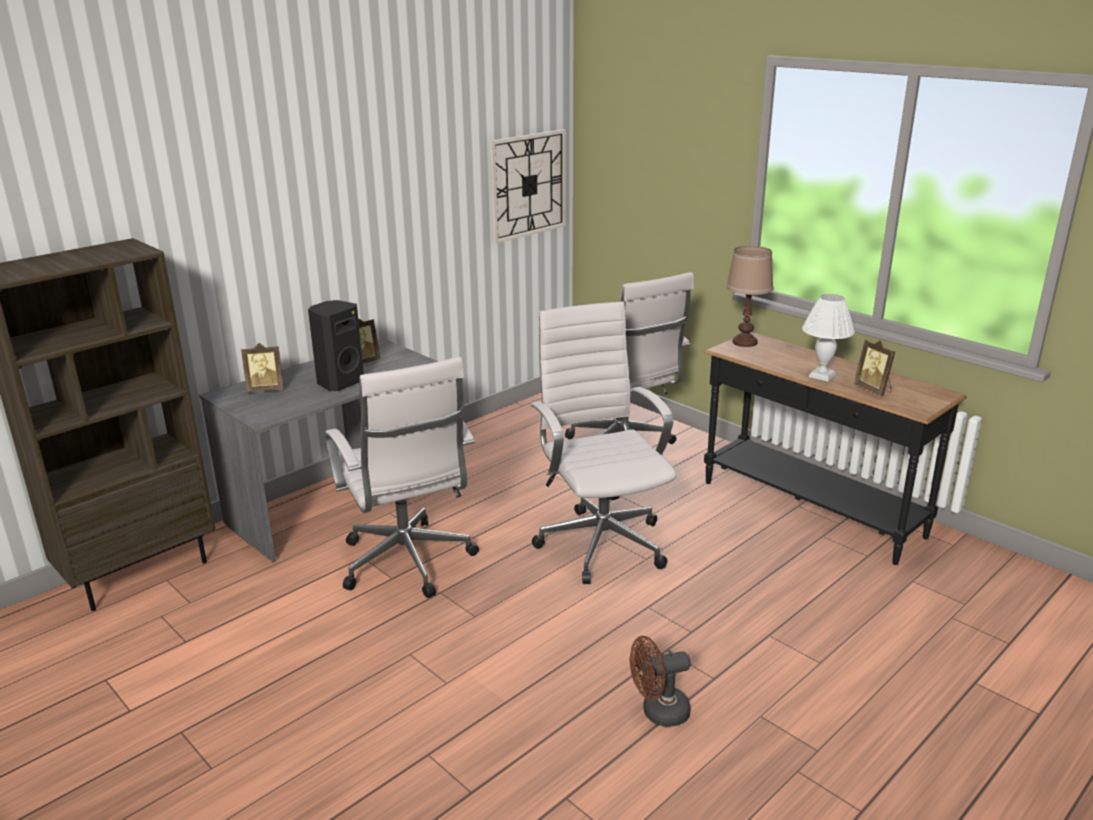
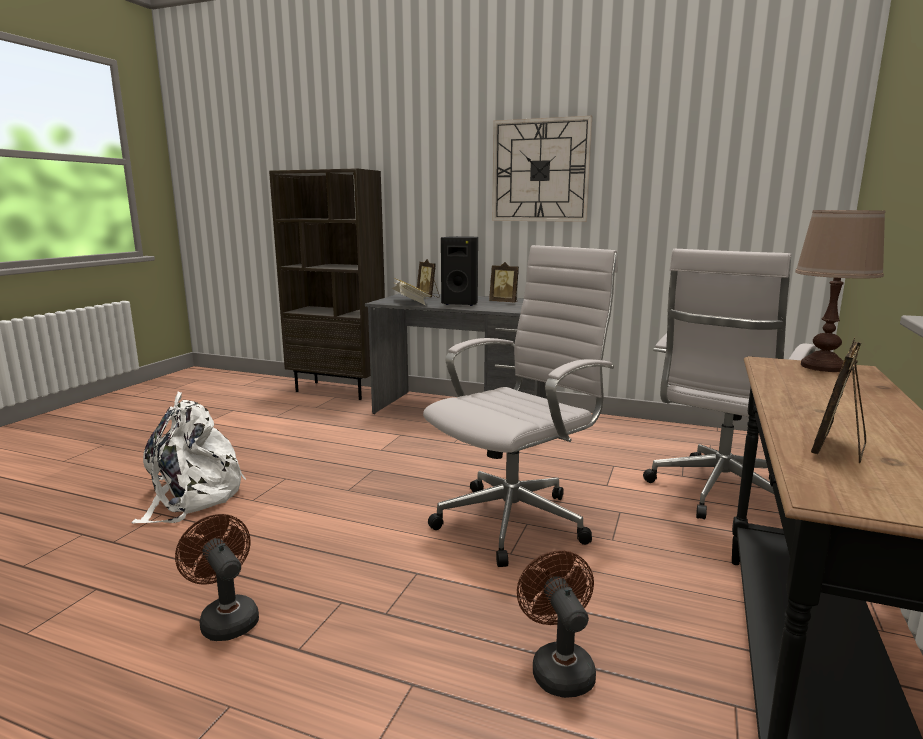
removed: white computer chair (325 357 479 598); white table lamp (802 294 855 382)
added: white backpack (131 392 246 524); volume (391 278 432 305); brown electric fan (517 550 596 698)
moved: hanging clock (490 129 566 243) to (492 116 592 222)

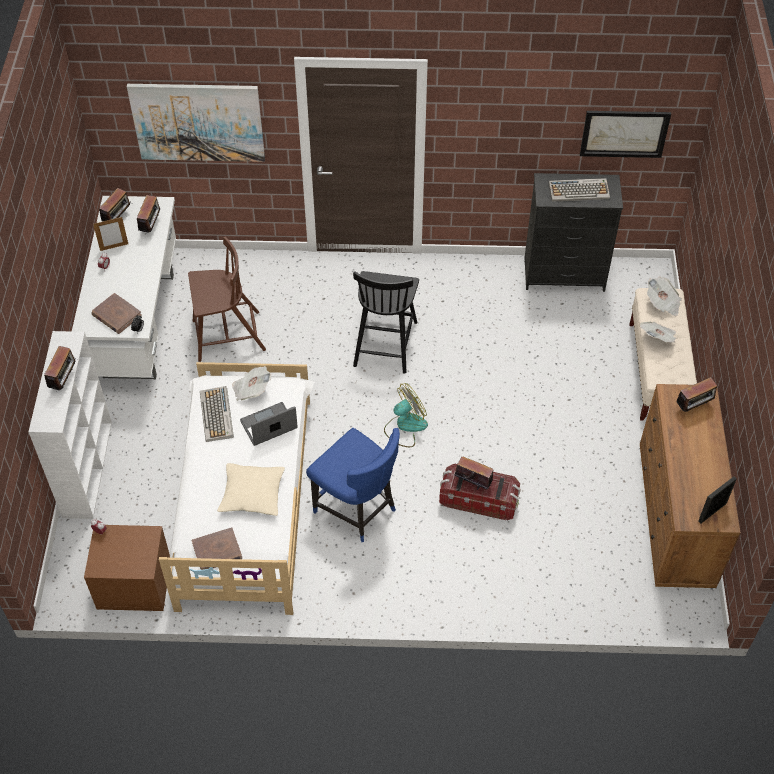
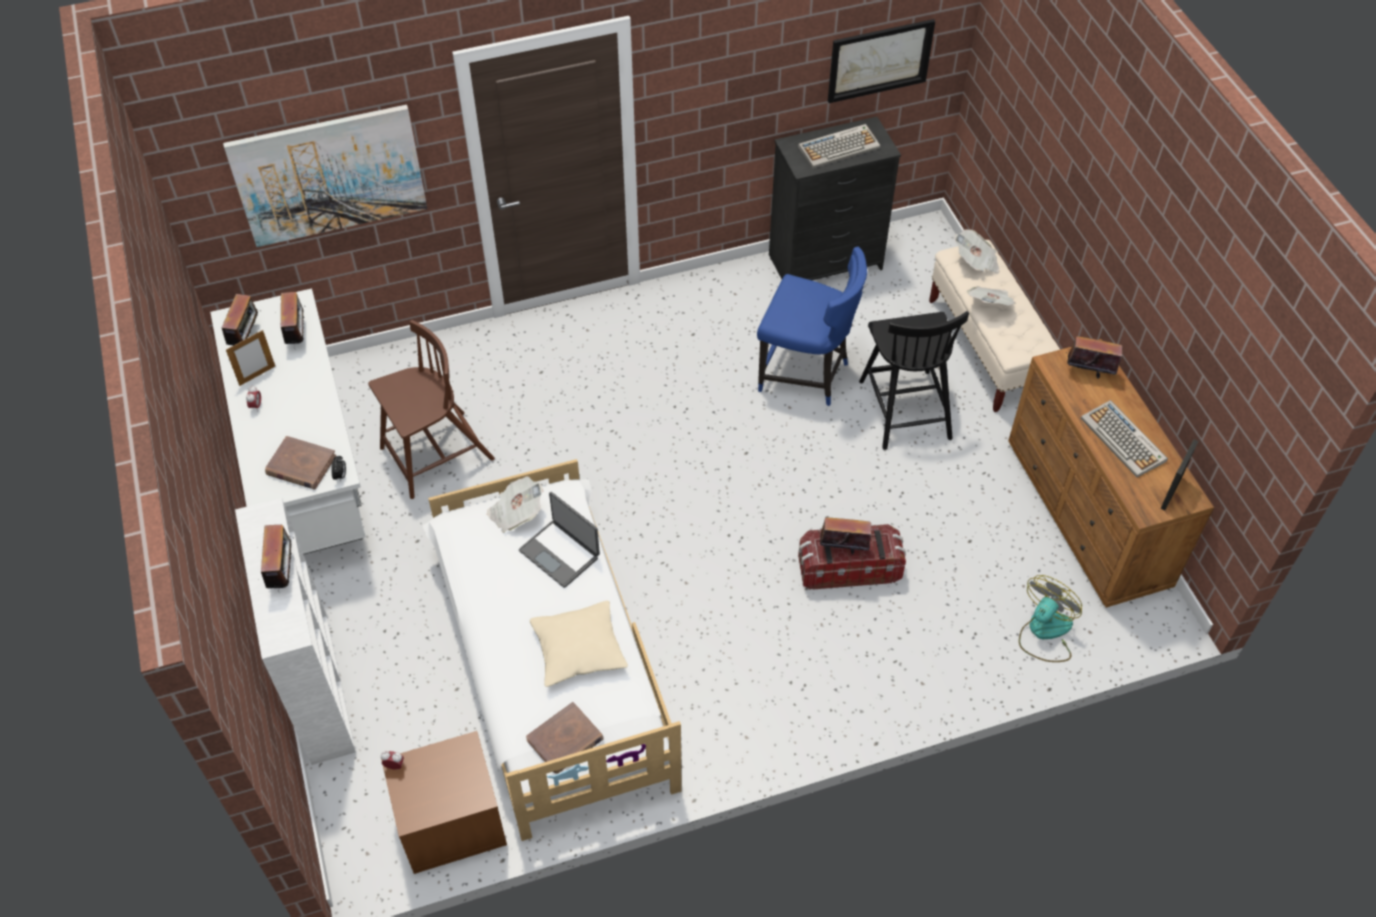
moved: keyboard (200 386 234 442) to (1081 400 1168 477); blue-coloured plain chair (306 428 400 542) to (757 247 867 406); black plain chair (353 271 419 374) to (859 311 969 450); electric fan (384 383 428 447) to (1019 575 1082 662)
turned: notebook computer (240 402 298 446) = (519 492 600 588) 90 degrees counterclockwise; radio set (676 377 717 412) = (1066 335 1122 379) 120 degrees counterclockwise

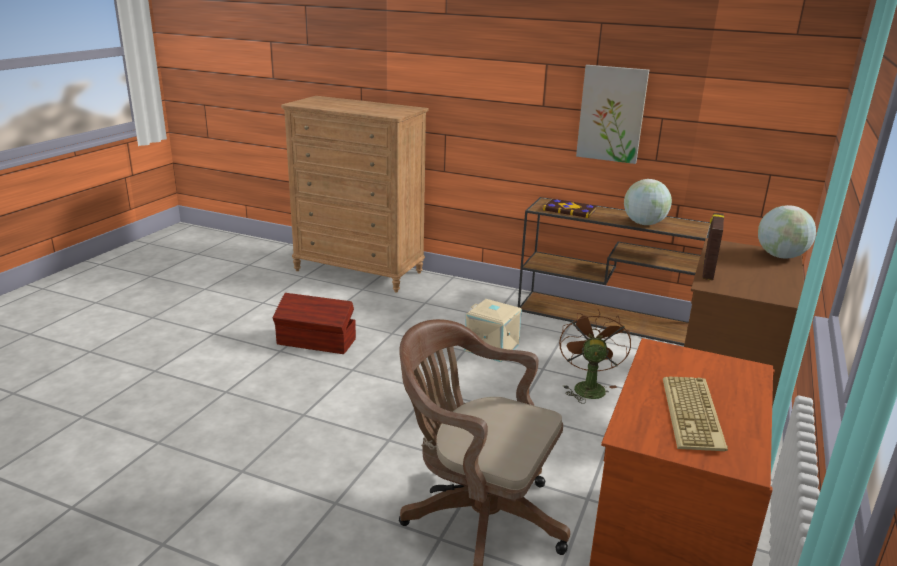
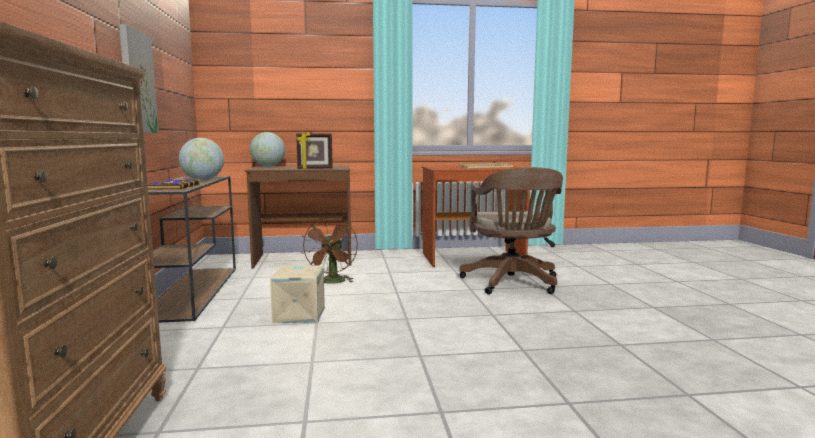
removed: brown storage bin (272 293 356 354)
turned: brown electric fan (559 309 631 404) = (301 217 358 284) 60 degrees counterclockwise

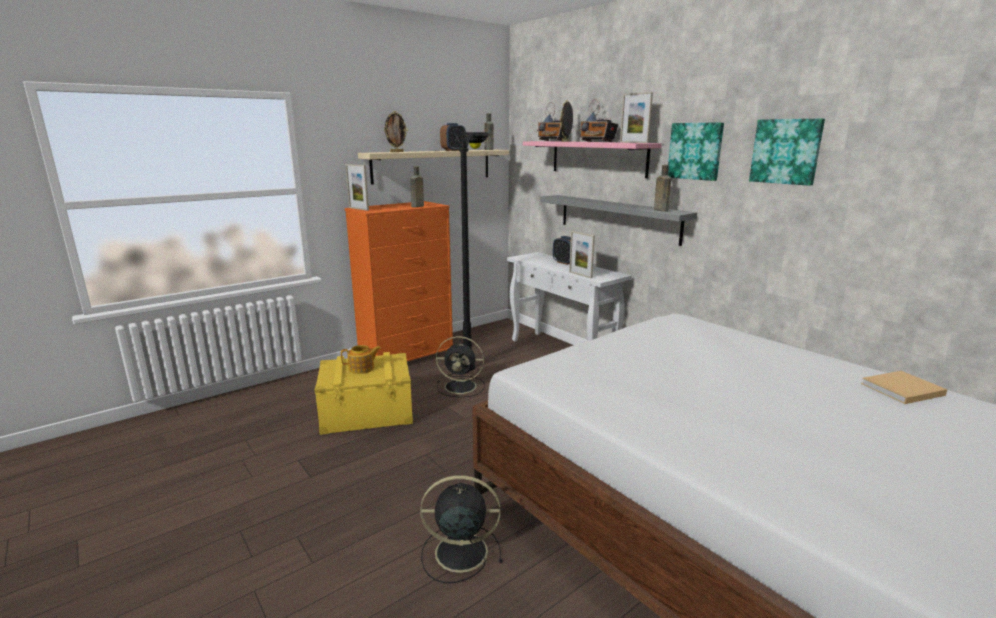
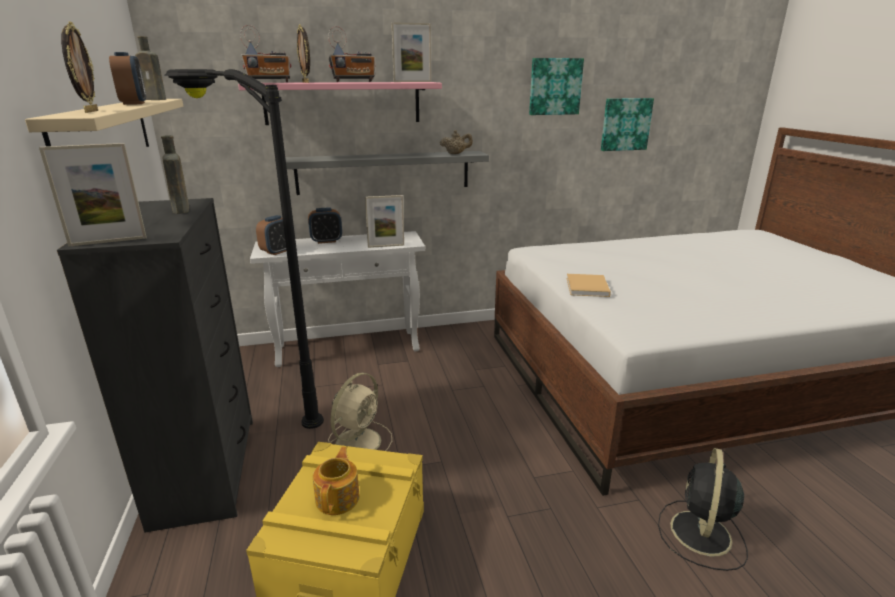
added: table clock (256 215 286 255)
moved: wall picture (668 122 724 181) to (601 98 654 151); beige-coloured volume (861 371 947 404) to (566 274 611 297)
replaced: brown beverage bottle (654 165 671 212) to beige-coloured tea pot (440 130 473 154)
recoloured: orangey dresser (345 201 453 361) to black dresser (57 198 253 533); black electric fan (436 336 485 397) to beige-coloured electric fan (328 373 392 451)

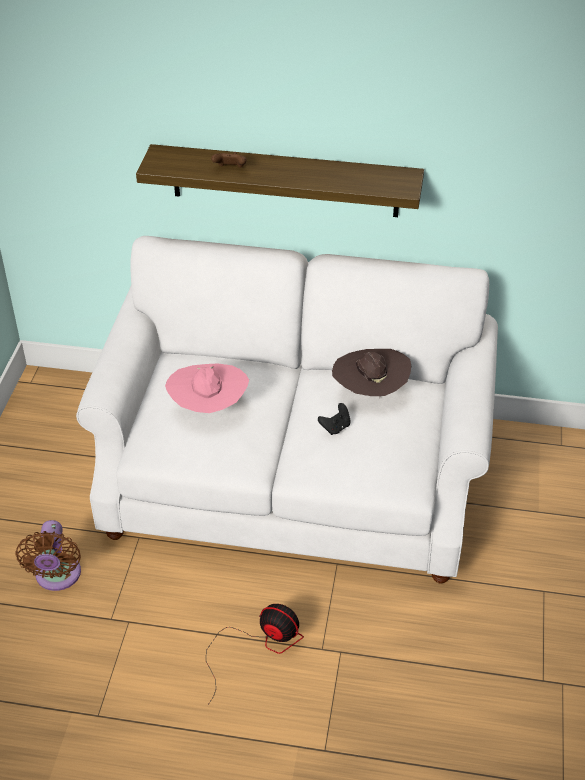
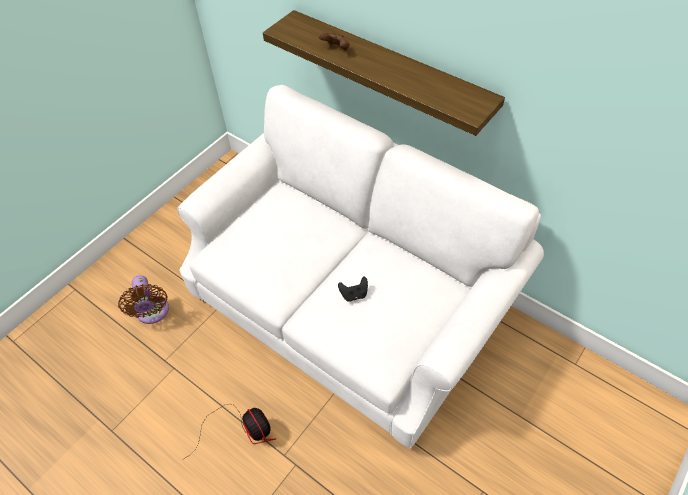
removed: pink wearable hat (165 363 249 413); brown wearable hat (332 349 411 399)
turned: brown electric fan (15 520 81 591) = (118 275 169 324) 45 degrees counterclockwise

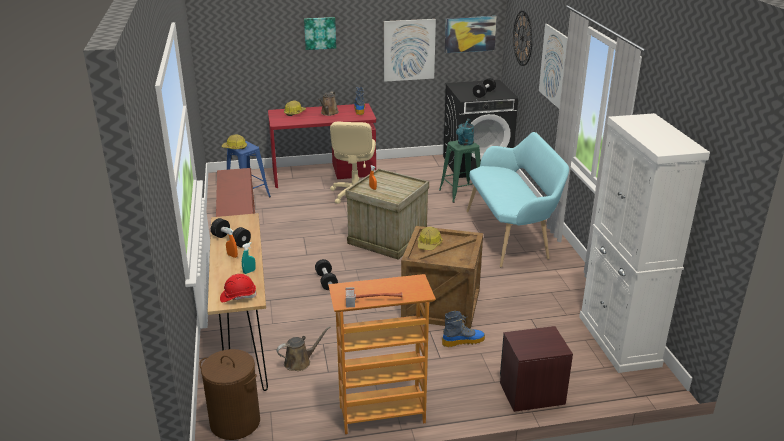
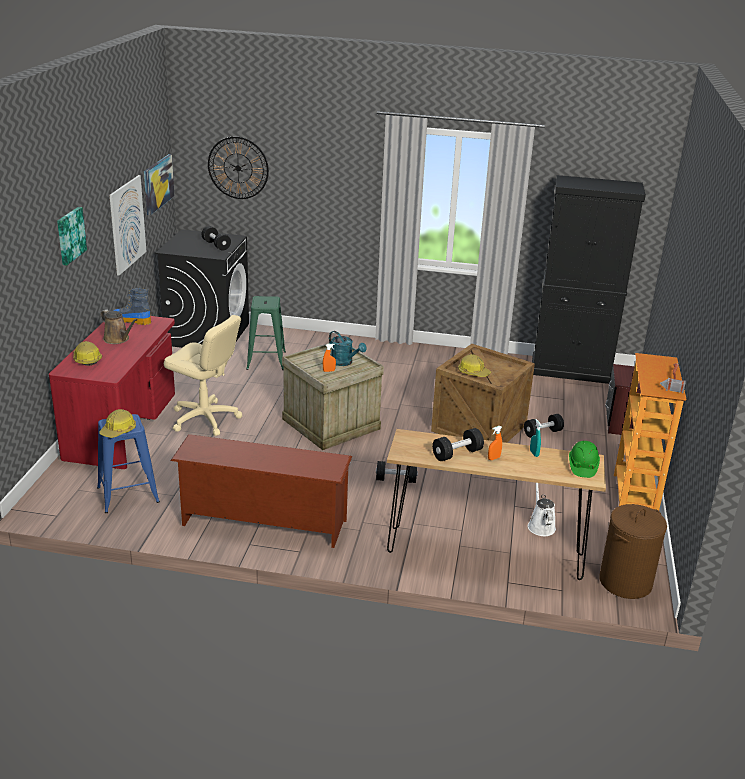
removed: turquoise-coloured indoor bench (466 132 569 267); wall picture (539 24 567 109)
moved: turquoise-coloured sprinkling can (456 119 474 146) to (329 331 367 366)
replaced: high-top boot (442 311 485 347) to black hand weight (524 414 564 438)
recoloured: red-coloured work helmet (220 274 257 302) to green work helmet (569 441 600 478); brown sprinkling can (277 326 330 371) to white sprinkling can (528 483 556 536); white cupboard (579 113 710 373) to black cupboard (532 175 646 384)

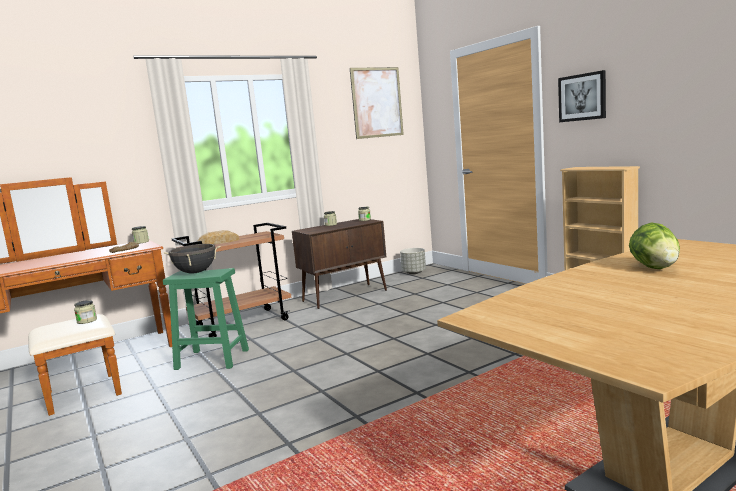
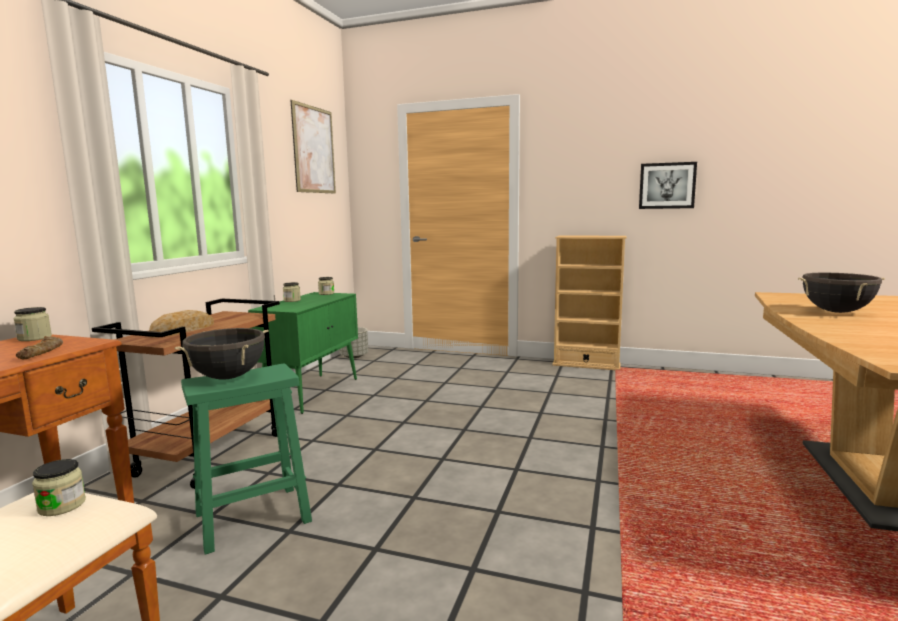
moved: wall picture (558 70 606 122) to (639 162 697 209)
replaced: lettuce (629 222 680 269) to black saucepot (798 273 885 313)
recoloured: brown cupboard (292 219 387 309) to green cupboard (248 292 358 414)

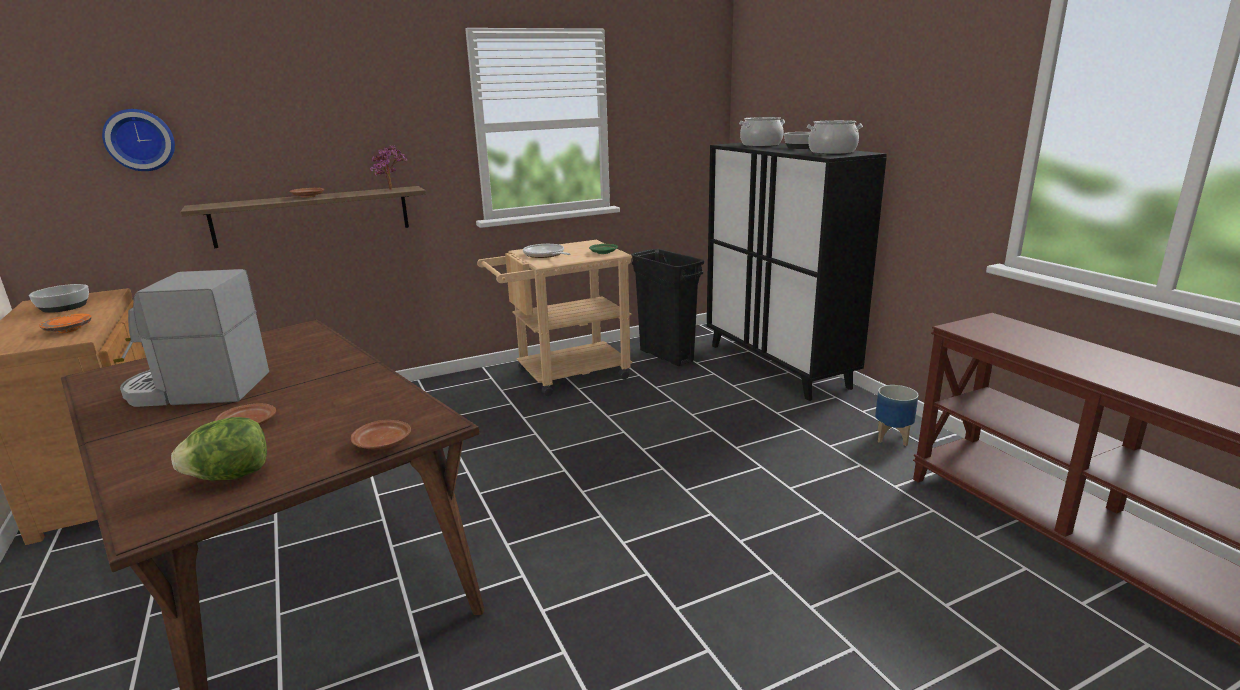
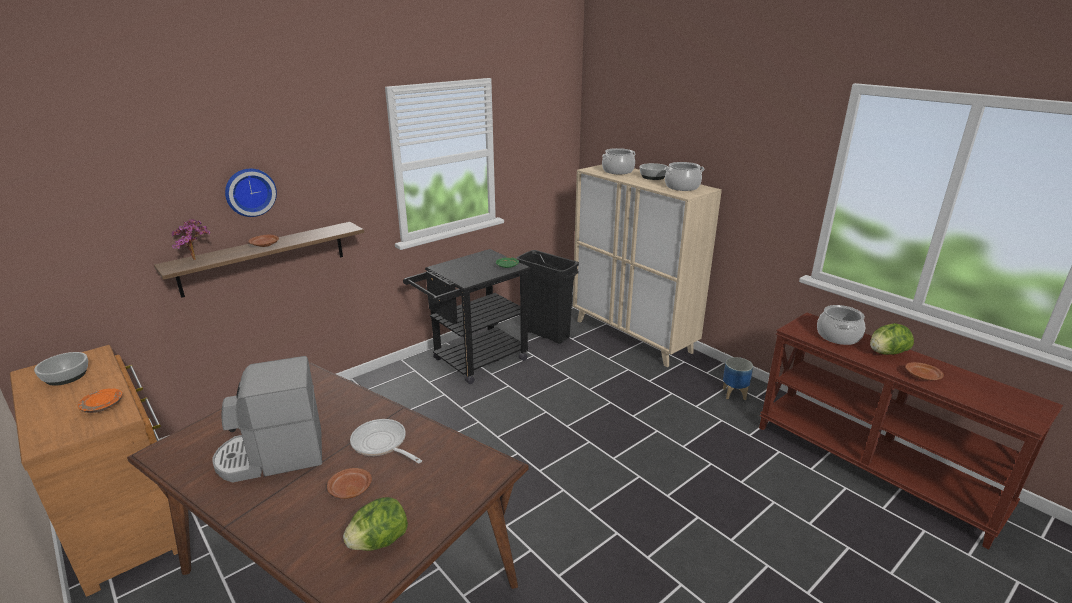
added: saucepot (817 305 865 345); lettuce (870 323 914 355)
moved: hanging clock (102 109 175 171) to (225 169 277 217); brown plate (351 420 411 450) to (905 362 944 380); potted plant (370 145 408 190) to (172 219 210 260); pan (523 244 570 258) to (350 419 422 464)
recoloured: beige-coloured wheeled cart (477 240 632 396) to black wheeled cart (403 249 531 384); black cupboard (707 143 887 401) to beige-coloured cupboard (573 165 722 367)

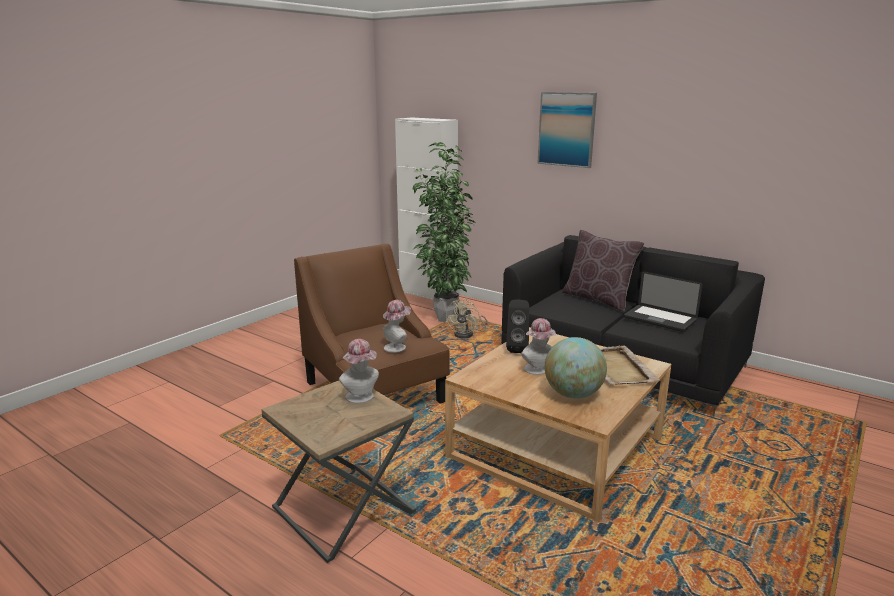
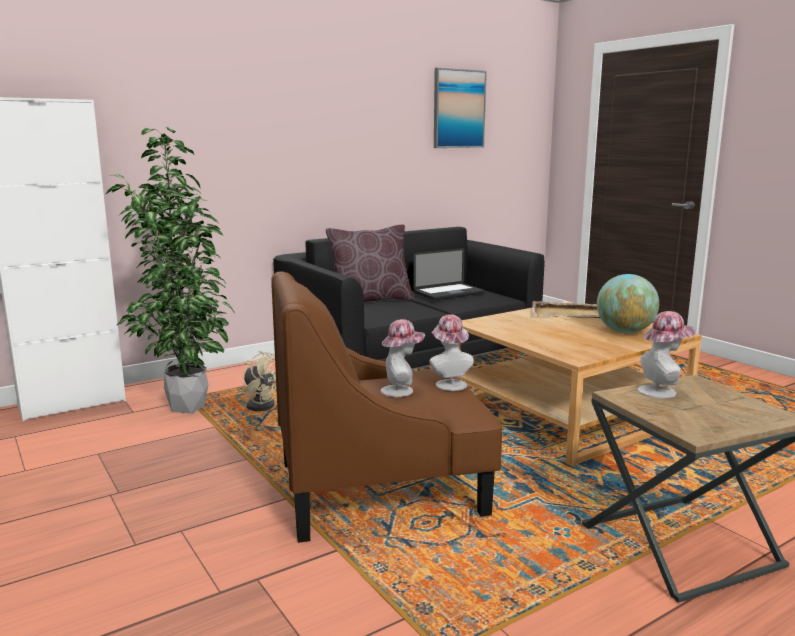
removed: black loudspeaker (506 300 529 353)
moved: wearable hat (521 318 556 375) to (381 319 425 397); wall picture (537 92 597 168) to (434 68 487 148)

